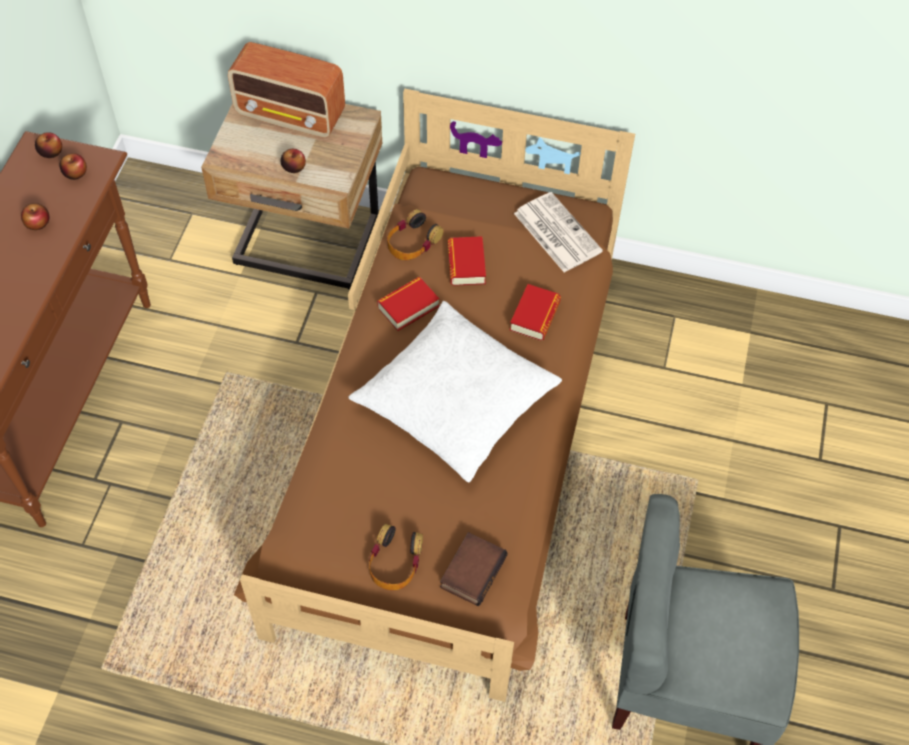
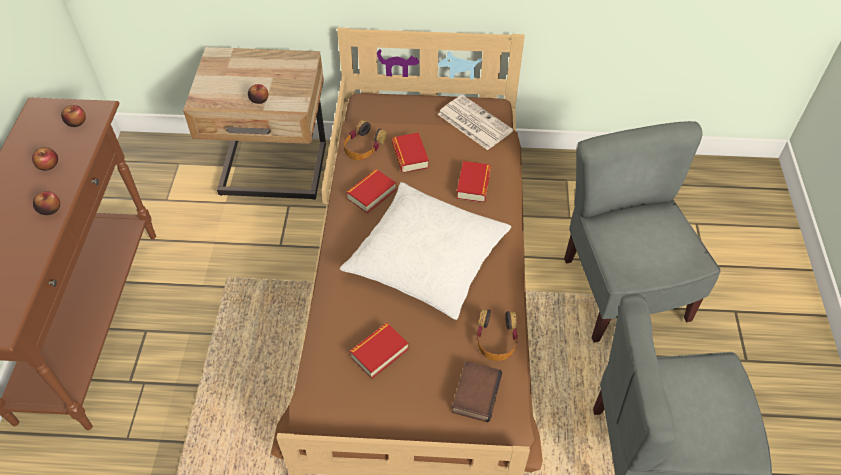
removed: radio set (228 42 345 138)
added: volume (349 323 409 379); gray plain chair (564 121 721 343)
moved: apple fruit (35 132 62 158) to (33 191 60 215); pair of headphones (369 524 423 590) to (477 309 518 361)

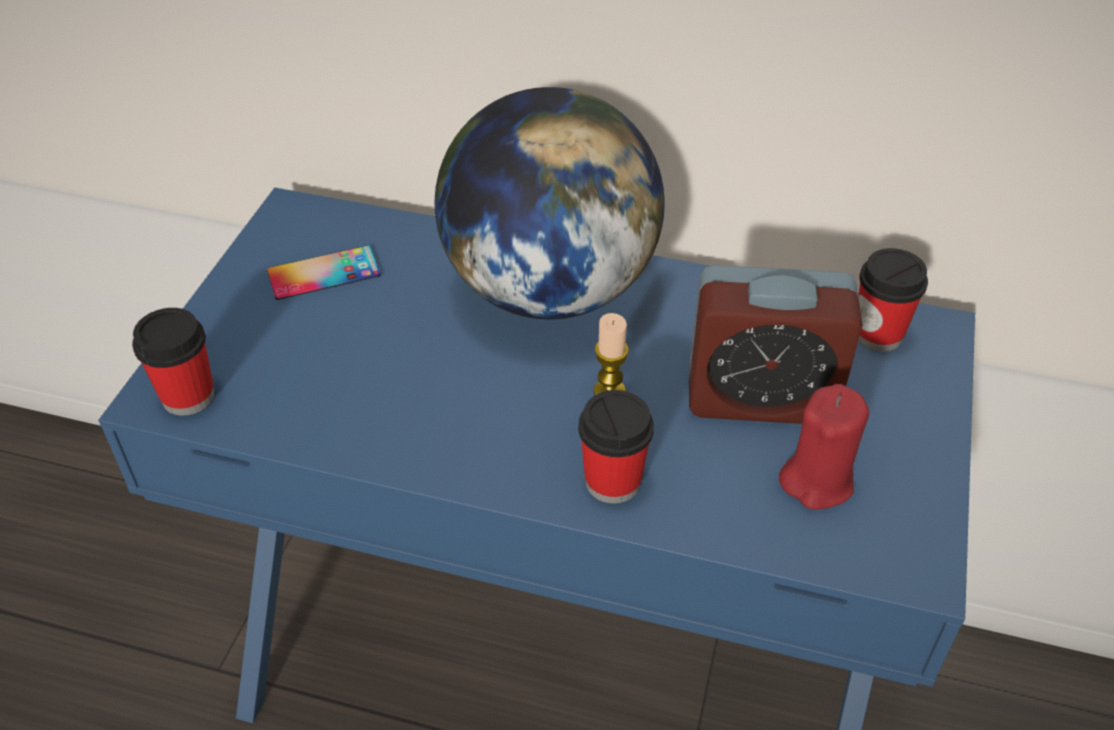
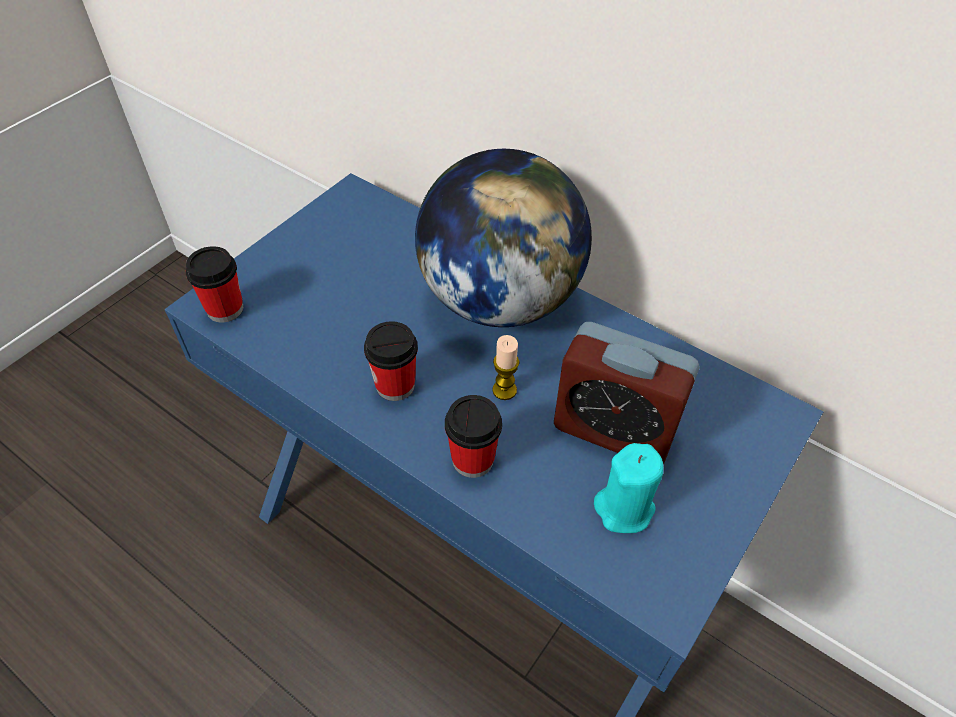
removed: telephone (267 245 380 300)
moved: small cup (858 248 928 352) to (364 321 418 401)
recoloured: red-coloured wax candle (779 384 869 510) to turquoise-coloured wax candle (594 443 663 533)

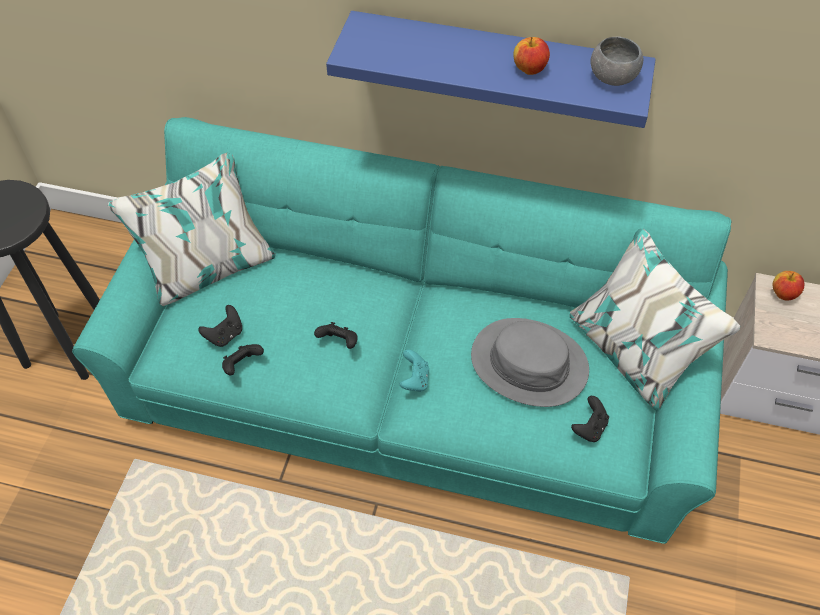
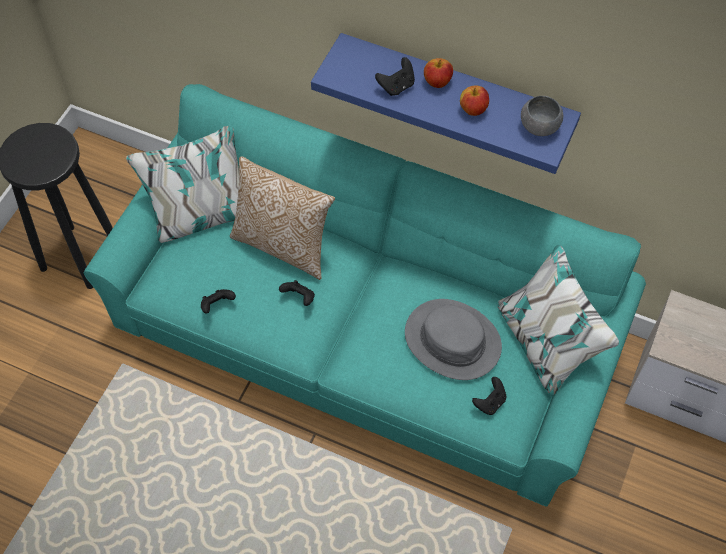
removed: turquoise-coloured game controller (400 350 429 392)
added: cushion (230 156 335 280)
moved: black game controller (198 305 242 347) to (375 57 415 96); apple fruit (772 271 804 300) to (424 58 453 88)

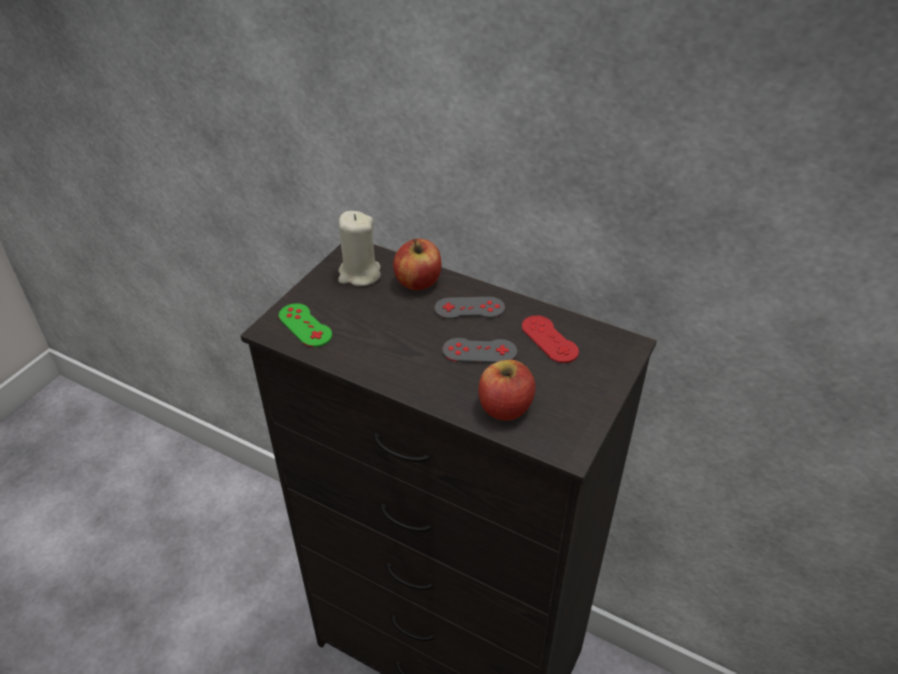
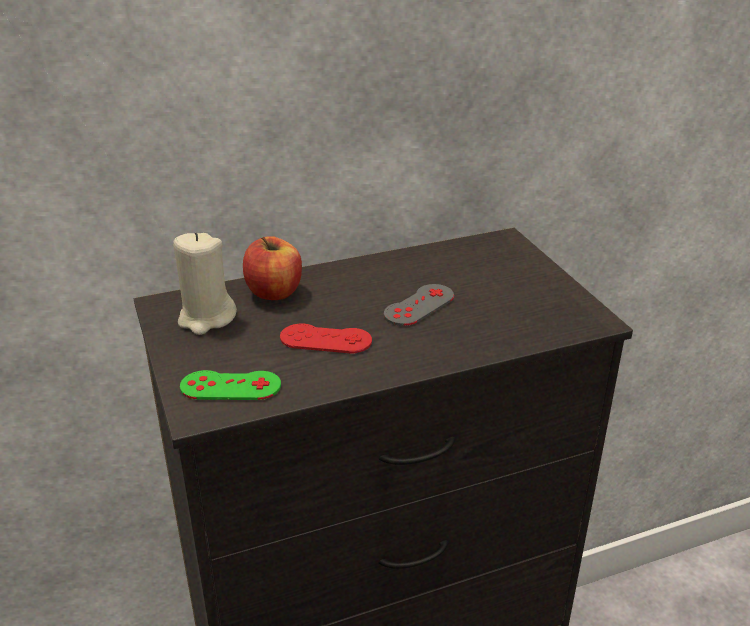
removed: gray game controller (434 297 505 319); apple fruit (478 360 536 421)
moved: red-coloured game controller (522 315 579 363) to (280 324 372 353)

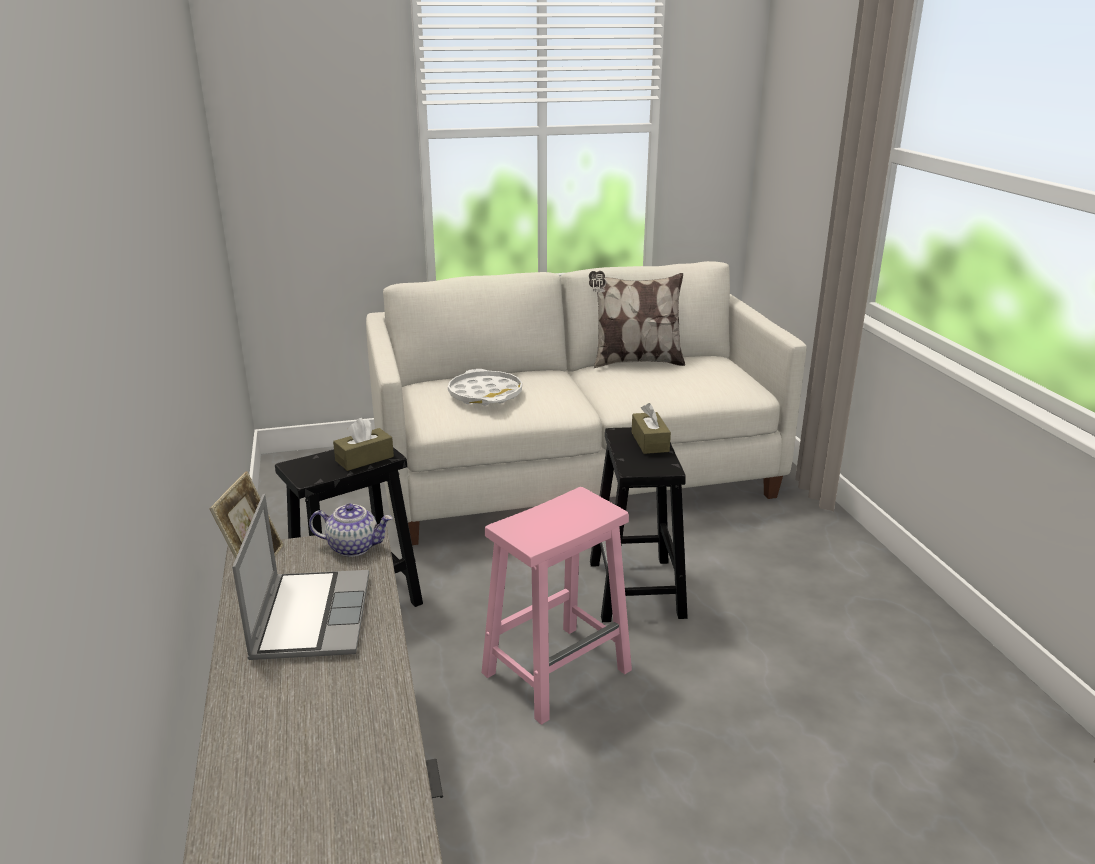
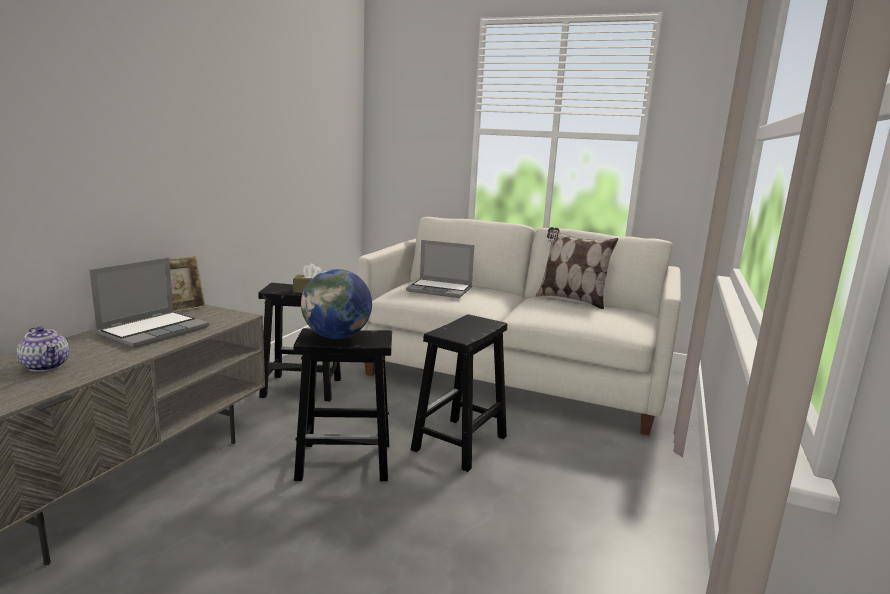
removed: brown box of tissues (632 403 671 454)
added: world globe (301 269 372 339)
moved: tea pot (309 503 393 557) to (17 327 69 372)
replaced: white tray (448 369 522 406) to notebook computer (406 240 474 298)
recoloured: pink stool seat (481 487 632 725) to black stool seat (293 328 392 481)

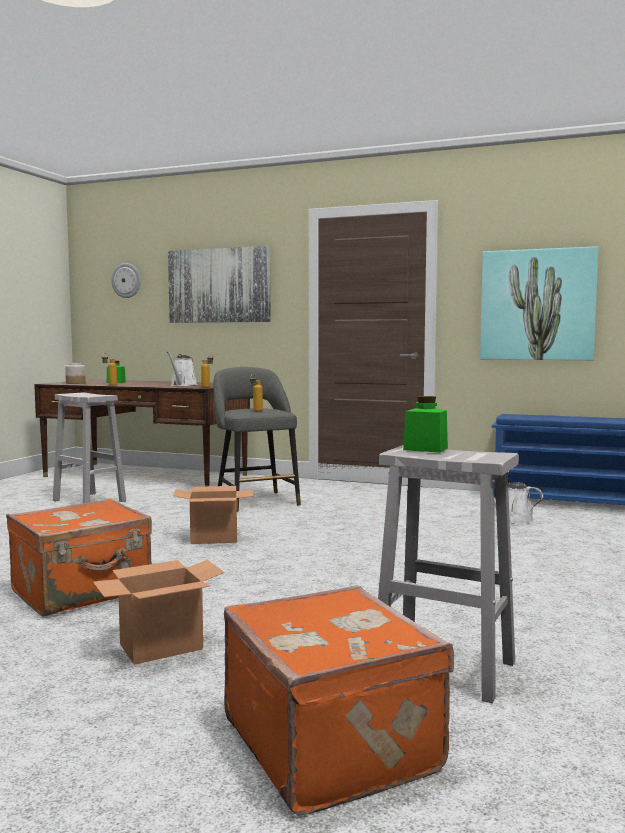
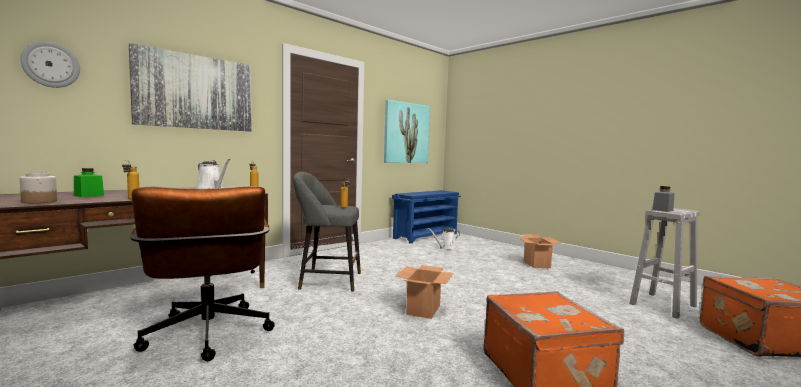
moved: cardboard box (93 560 225 665) to (518 234 561 268)
replaced: white stool seat (53 393 126 503) to brown computer chair (130 186 275 361)
recoloured: green storage jar (403 396 448 453) to gray storage jar (652 186 674 212)

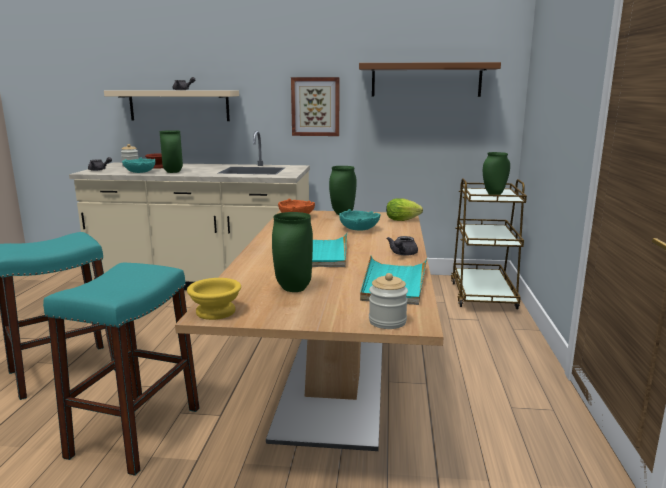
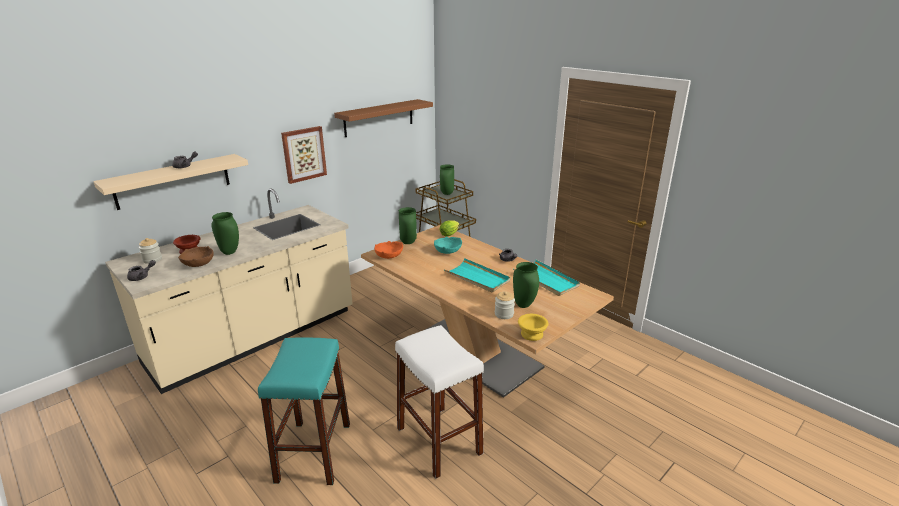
moved: storage jar (369 273 408 329) to (495 291 515 319)
recoloured: turquoise-coloured stool seat (43 263 199 476) to white stool seat (395 325 484 479); turquoise-coloured bowl (122 158 155 173) to brown bowl (178 246 214 267)

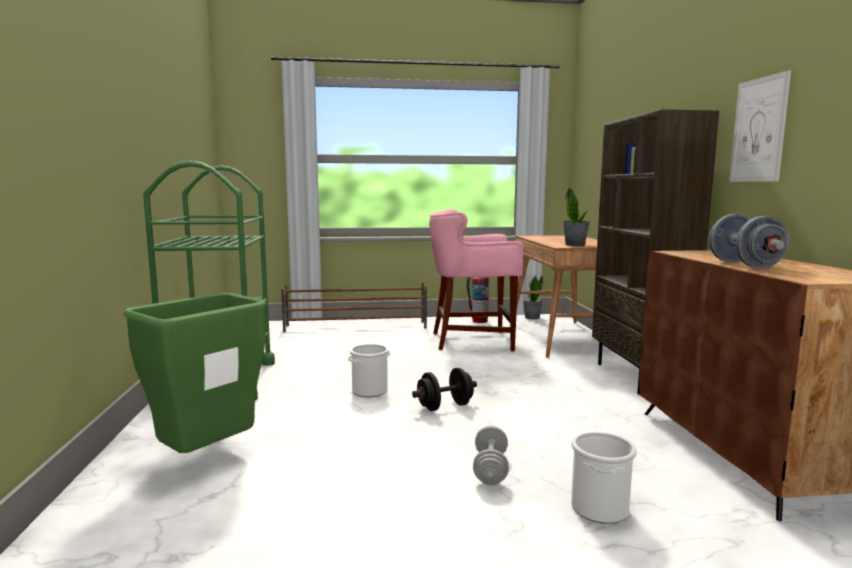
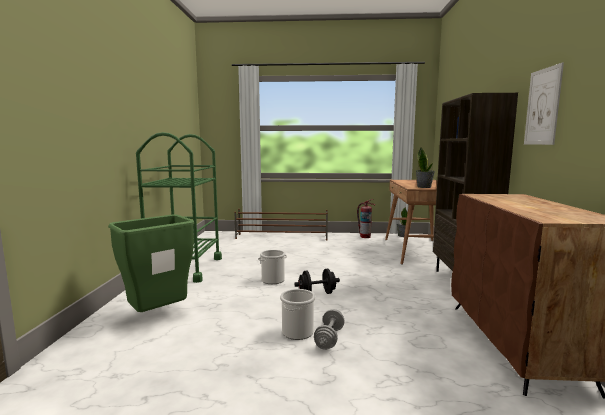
removed: pink stool seat (429 209 523 351); gray hand weight (709 214 789 269)
moved: bucket (571 431 637 524) to (280 289 315 340)

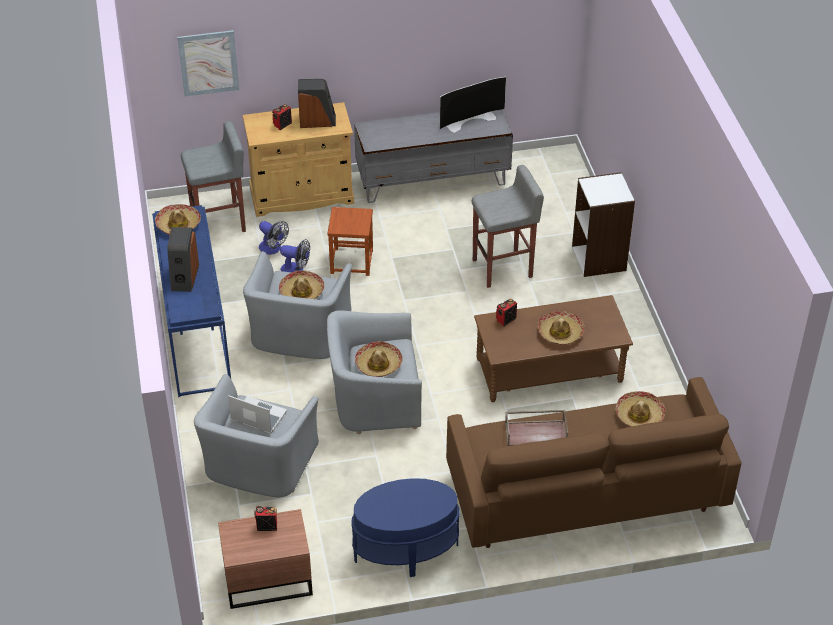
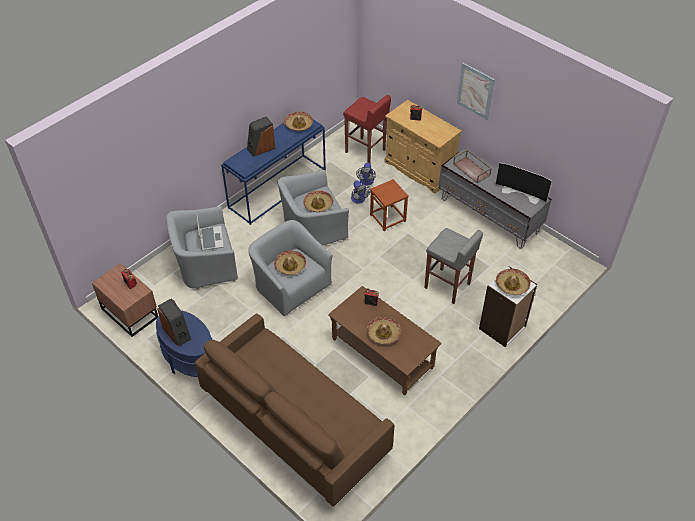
moved: wall picture (177 30 239 96) to (457 63 495 120); loudspeaker (298 79 336 128) to (157 298 192 347); brown tray (505 410 568 446) to (453 150 492 183); wearable hat (616 391 665 427) to (496 268 531 295)
recoloured: gray stool seat (181 121 246 232) to red-coloured stool seat (343 95 391 163)

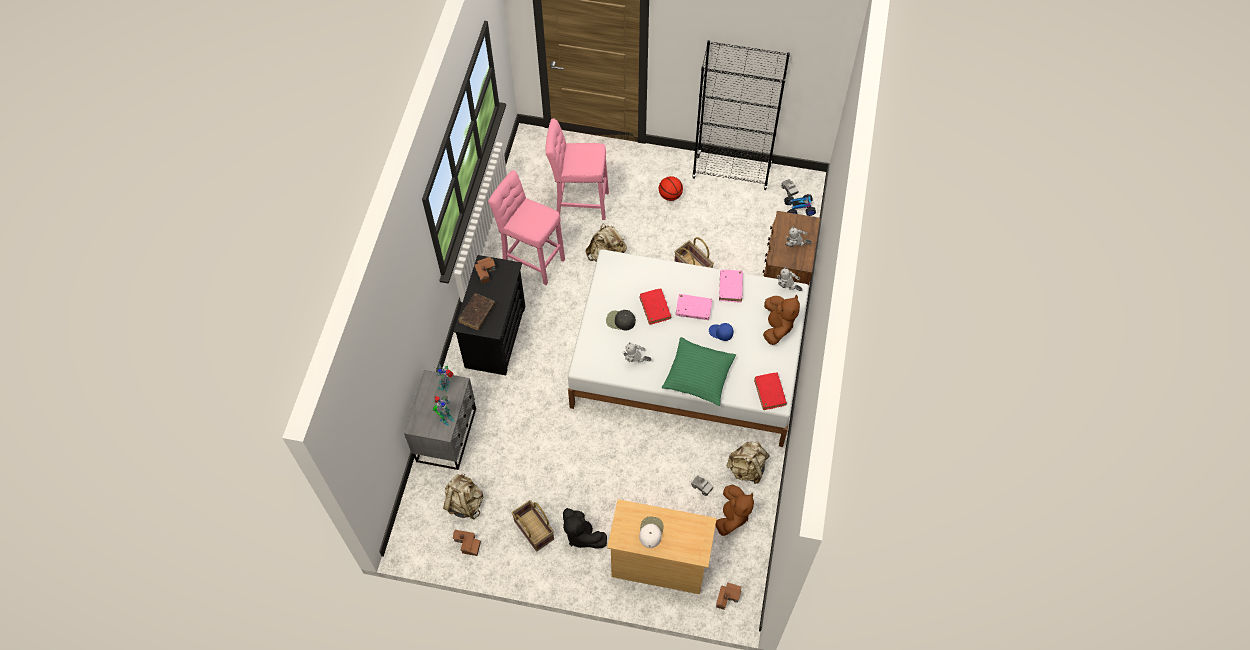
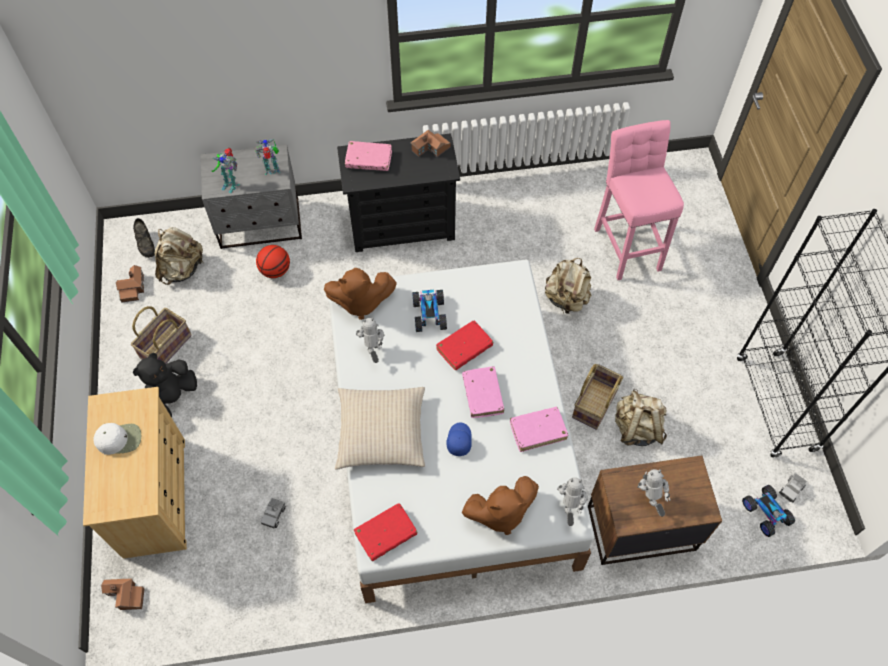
removed: pink stool seat (488 170 565 285)
added: black item of footwear (133 218 155 258)
moved: basketball ball (659 176 683 201) to (256 245 290 278); brown plush toy (716 485 754 536) to (324 268 397 320); beige-coloured backpack (727 442 769 484) to (615 389 667 446)
replaced: black peaked cap (606 310 636 330) to miniature car (412 290 447 332)
recoloured: brown volume (458 293 495 330) to pink volume (345 141 392 171); green cushion (662 337 736 406) to beige-coloured cushion (335 387 425 470)

